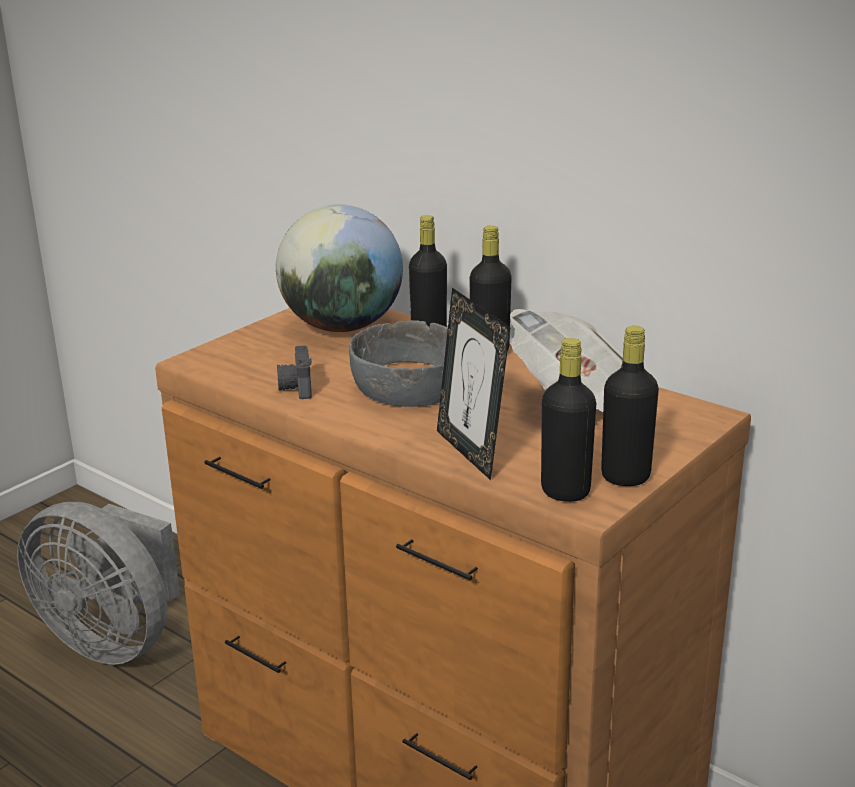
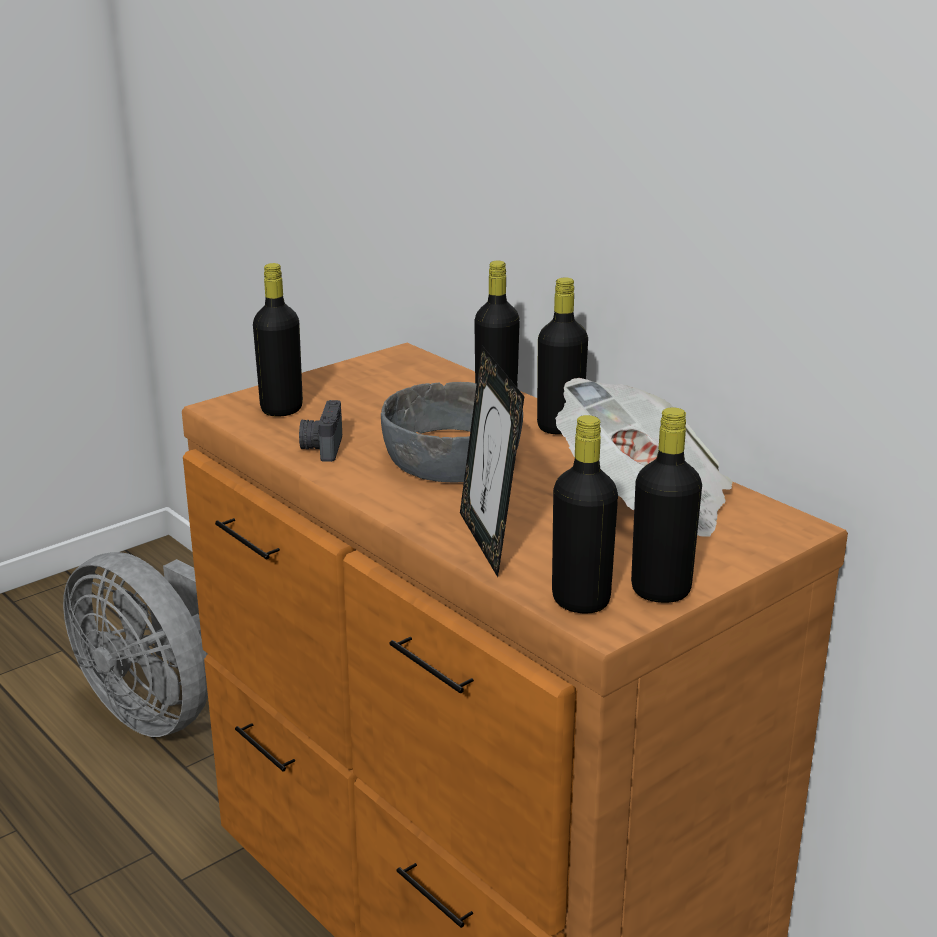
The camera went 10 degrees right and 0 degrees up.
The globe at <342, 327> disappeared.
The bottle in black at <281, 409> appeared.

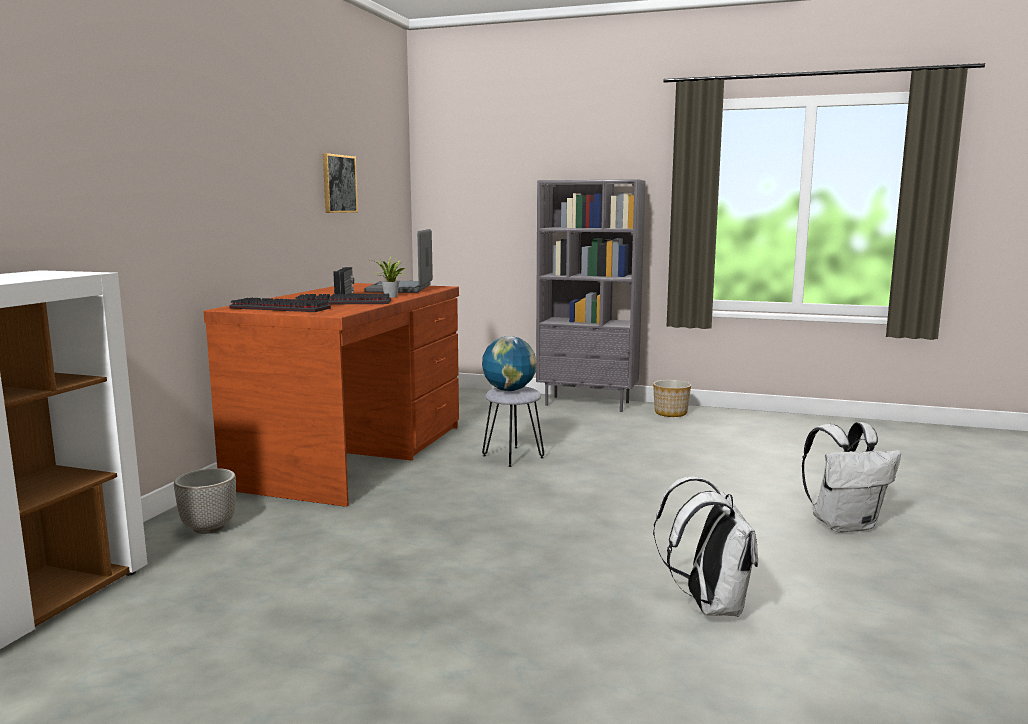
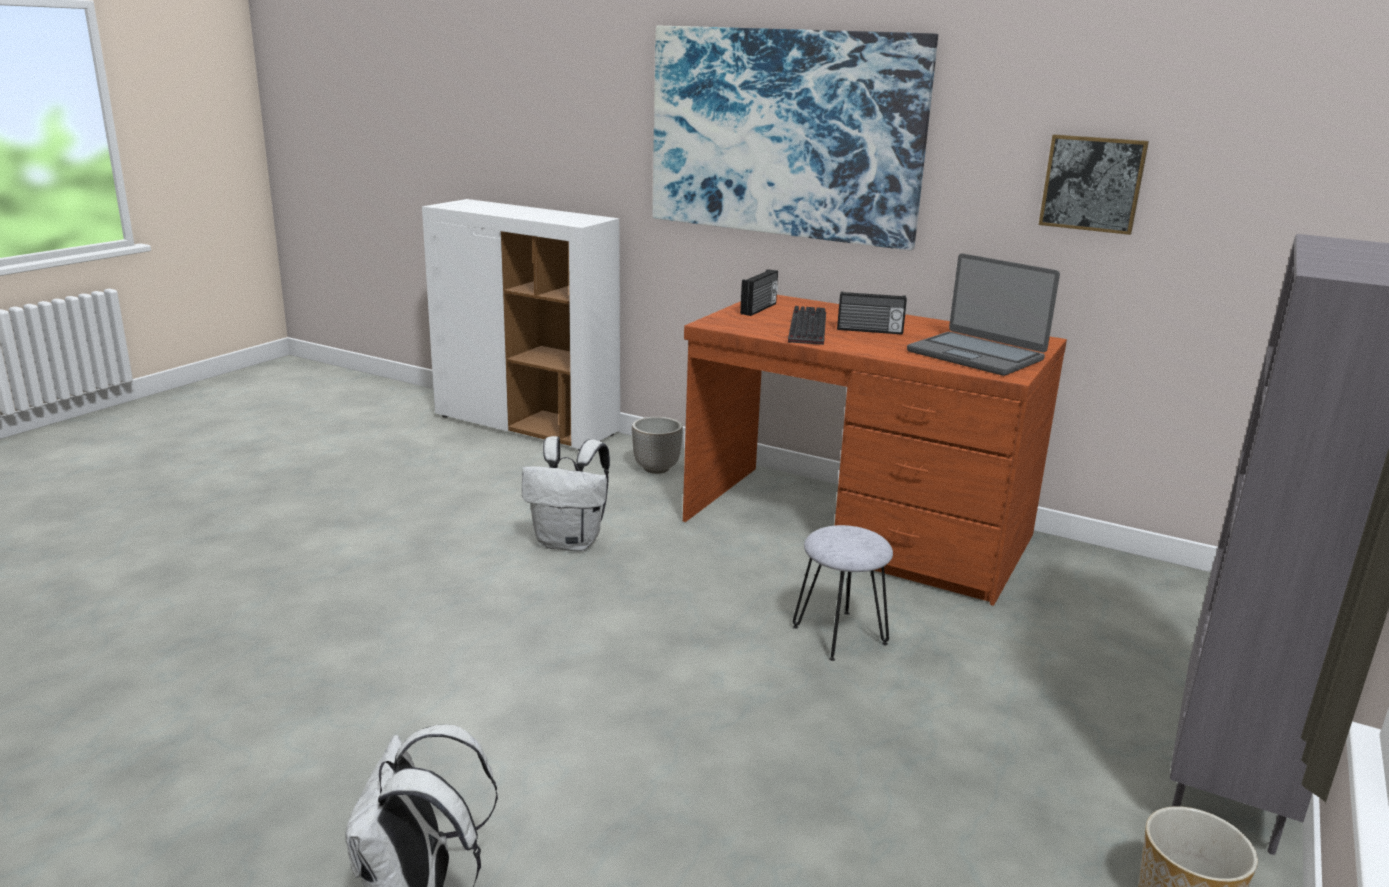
The camera went 100 degrees right and 10 degrees up.
The keyboard at <277, 309> was replaced by the radio at <759, 309>.
The laptop at <401, 289> turned 150 degrees counterclockwise.
The potted plant at <391, 296> disappeared.
The globe at <509, 390> disappeared.
The backpack in white moved from <708, 605> to <570, 542>.
The picture at <784, 134> appeared.

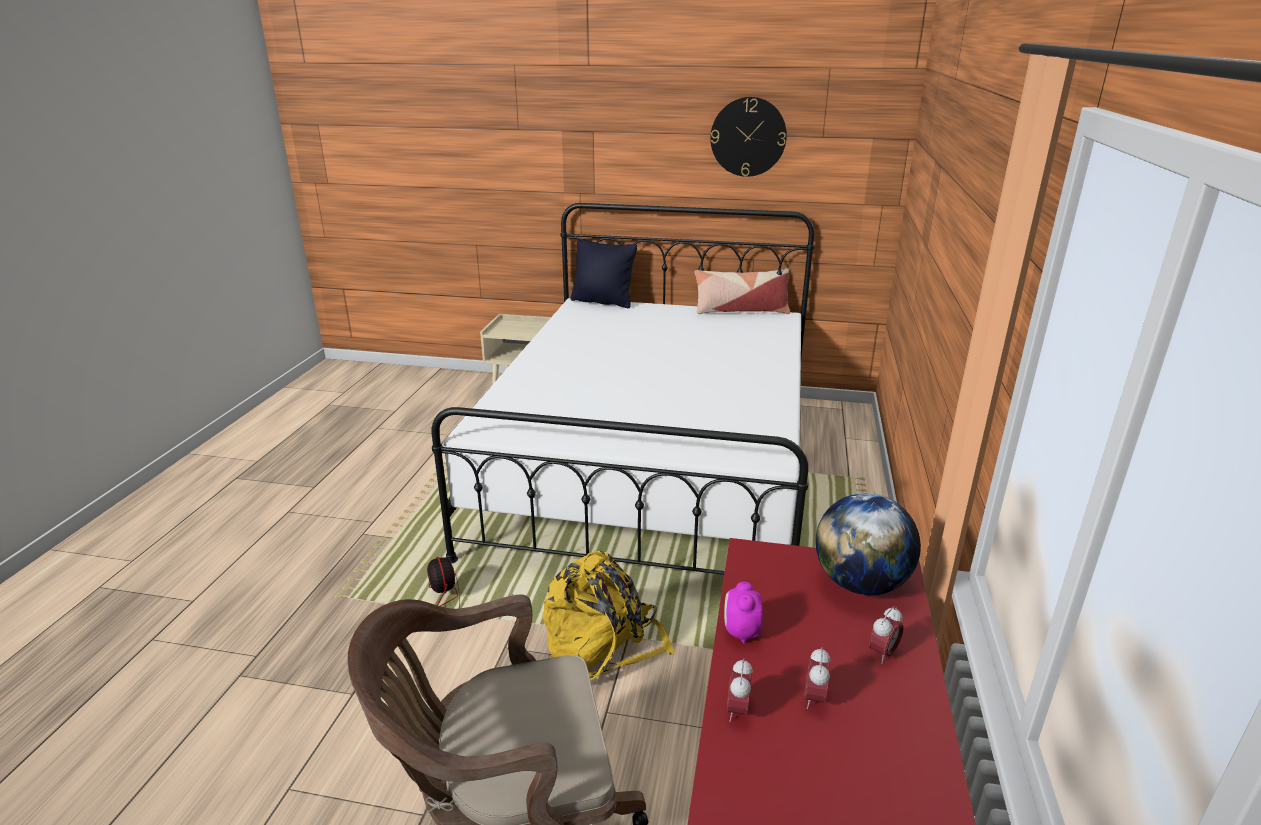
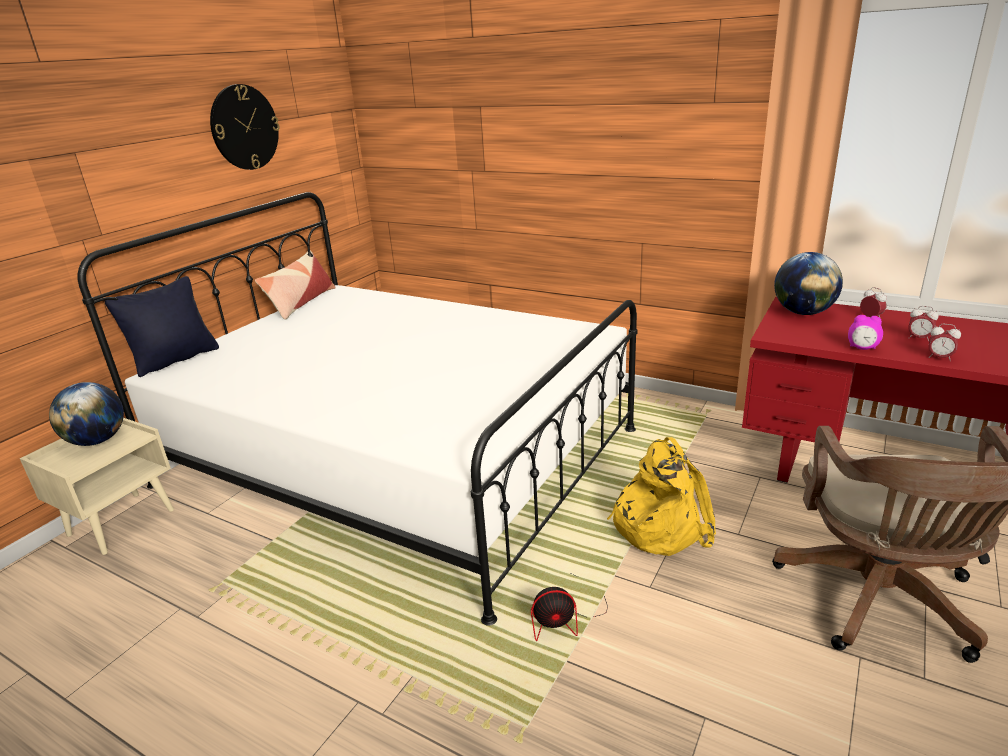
The camera went 70 degrees left and 0 degrees up.
The globe at <97, 441> appeared.

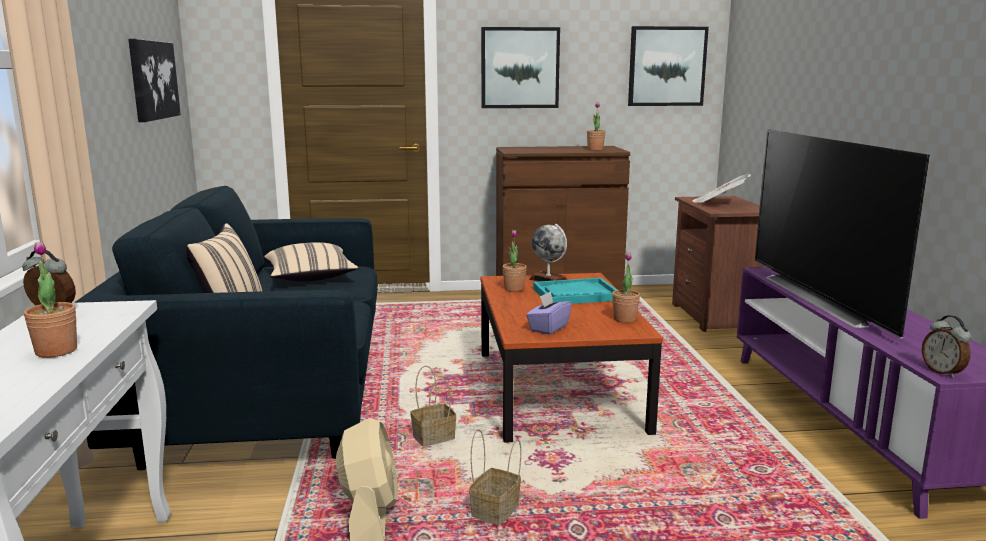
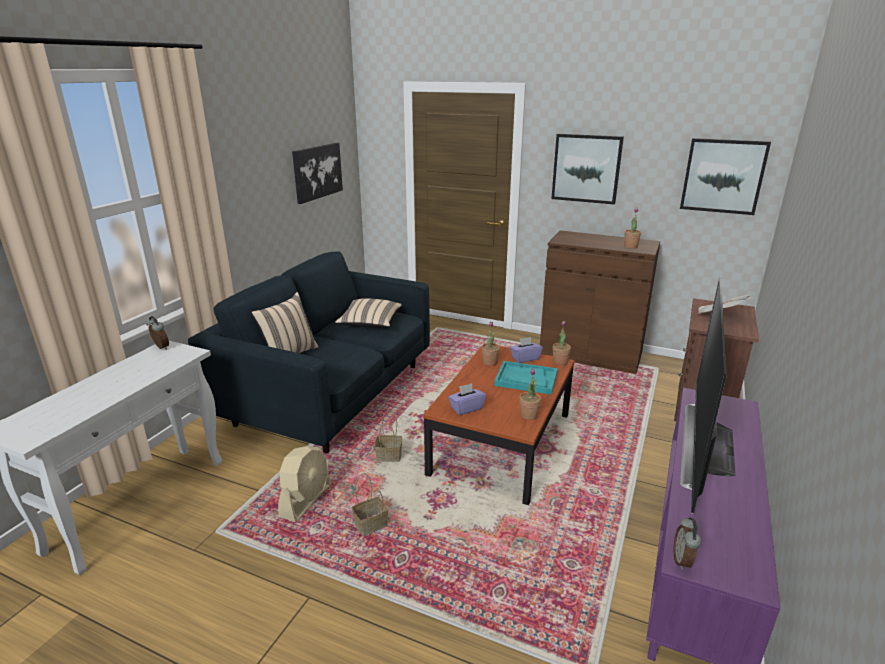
The camera went 30 degrees right and 10 degrees up.
The potted plant moved from <56, 351> to <560, 362>.
The globe at <548, 279> was replaced by the tissue box in purple at <525, 358>.

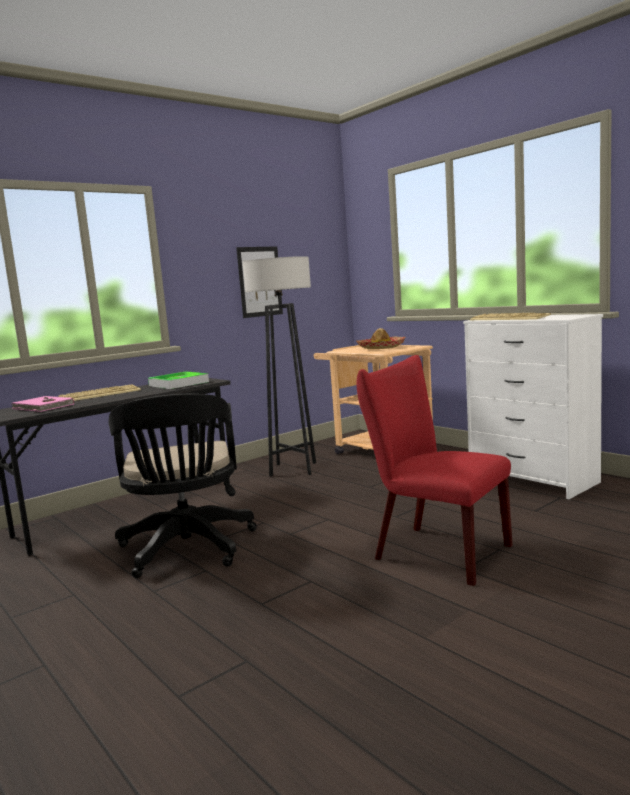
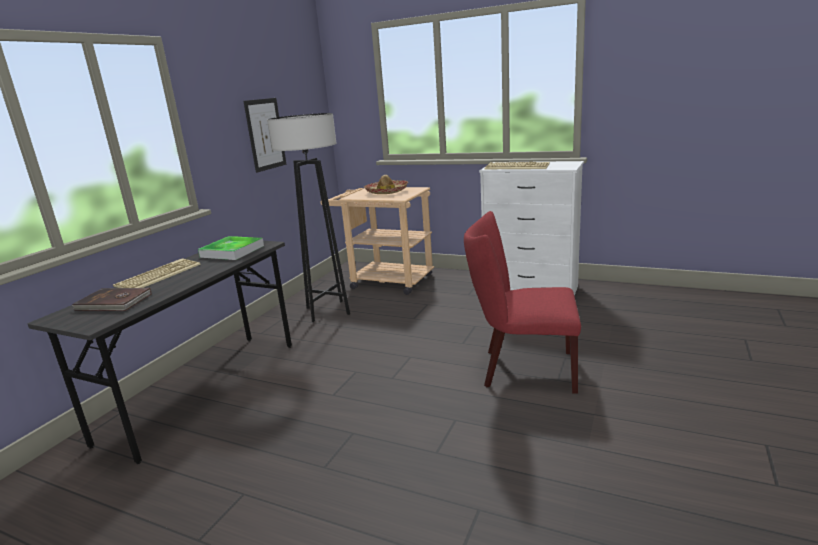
The camera went 25 degrees left and 10 degrees up.
The book in pink at <42, 407> became the book in brown at <113, 303>.
The office chair in black at <187, 550> disappeared.

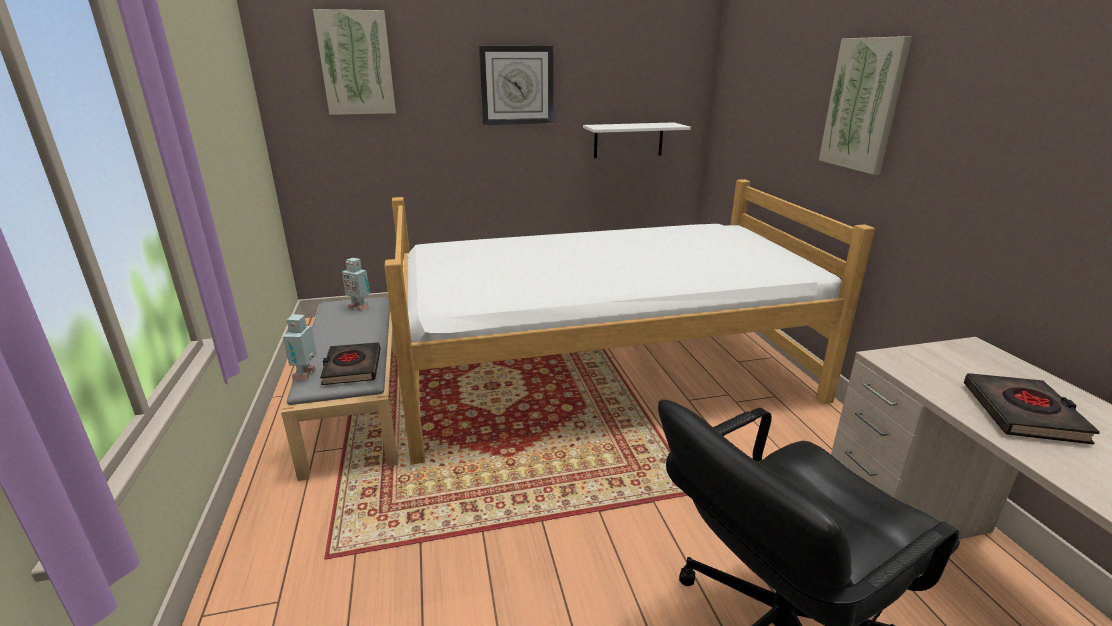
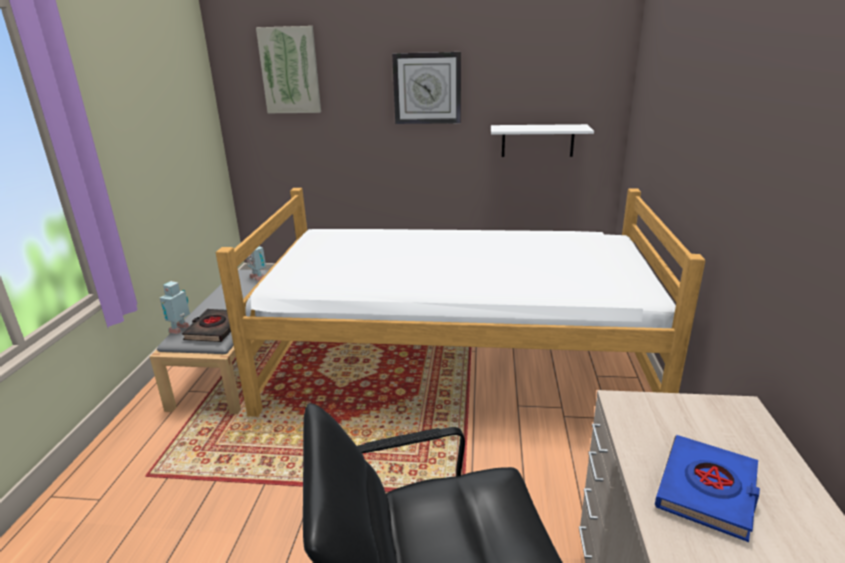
The camera went 20 degrees right and 0 degrees up.
The picture at <863, 105> disappeared.
The book in black at <1023, 413> became the book in blue at <707, 491>.

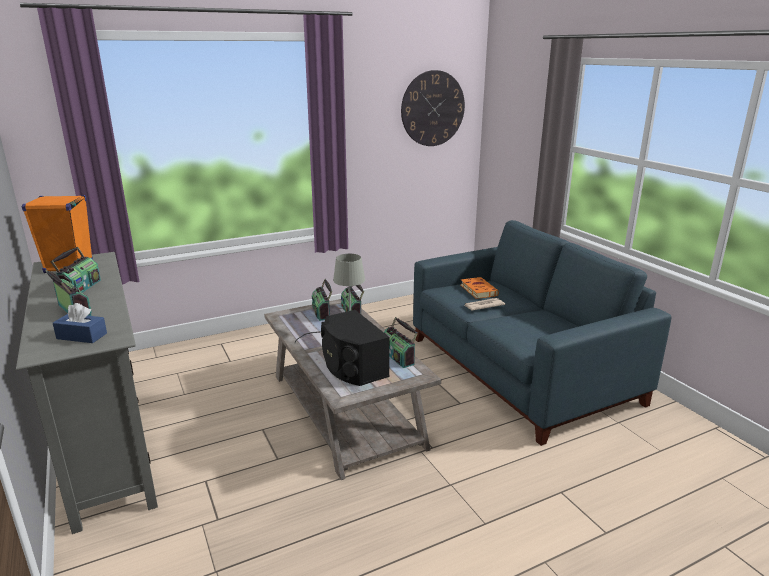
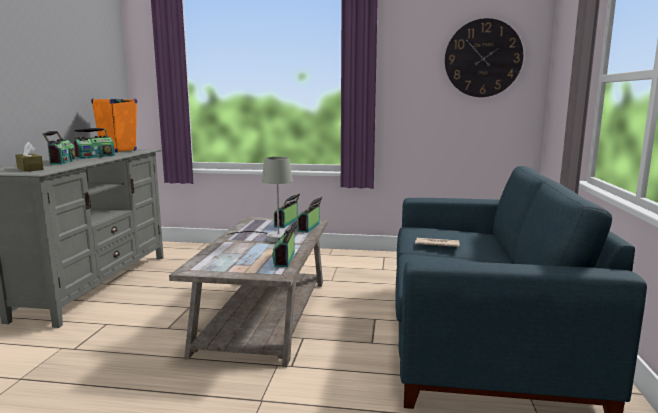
The camera went 35 degrees right and 10 degrees down.
The tissue box in blue at <82, 336> became the tissue box in brown at <30, 169>.
The speaker in black at <352, 366> disappeared.
The book in orange at <478, 290> disappeared.

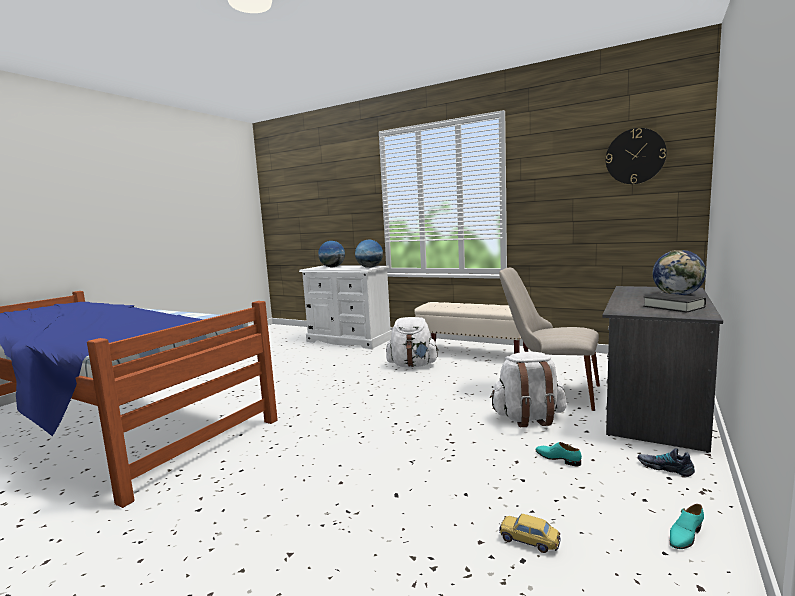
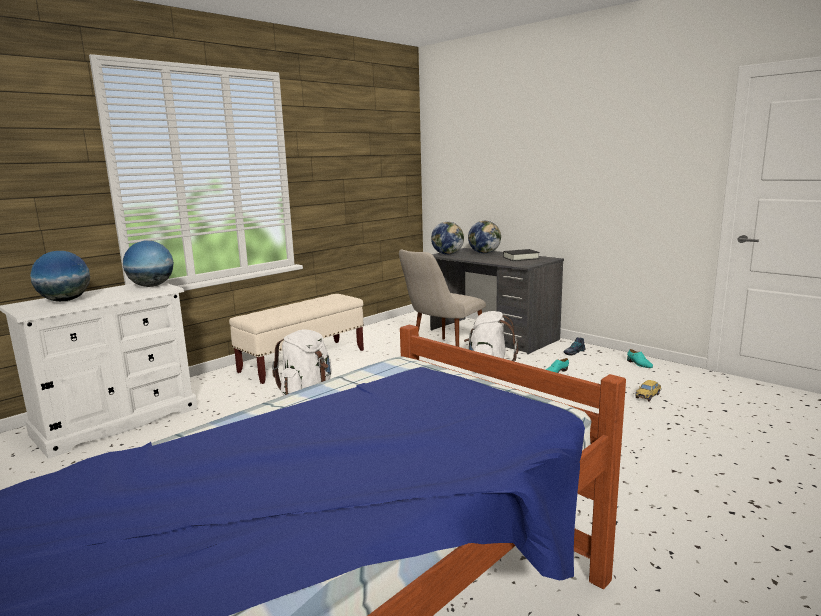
The camera went 75 degrees left and 5 degrees up.
The wall clock at <635, 156> disappeared.
The globe at <447, 254> appeared.

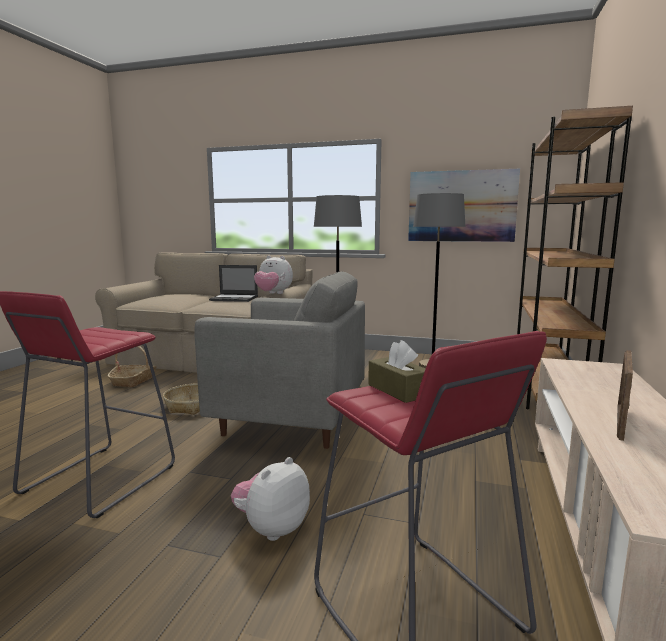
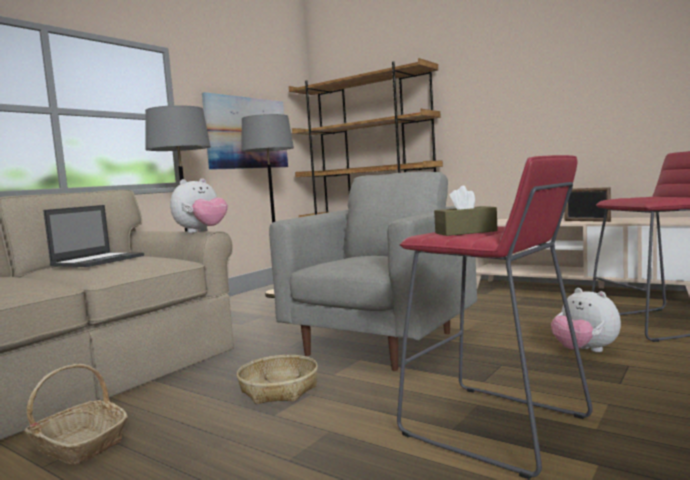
The camera went 70 degrees left and 5 degrees down.
The tissue box in brown moved from <398, 390> to <465, 232>.

